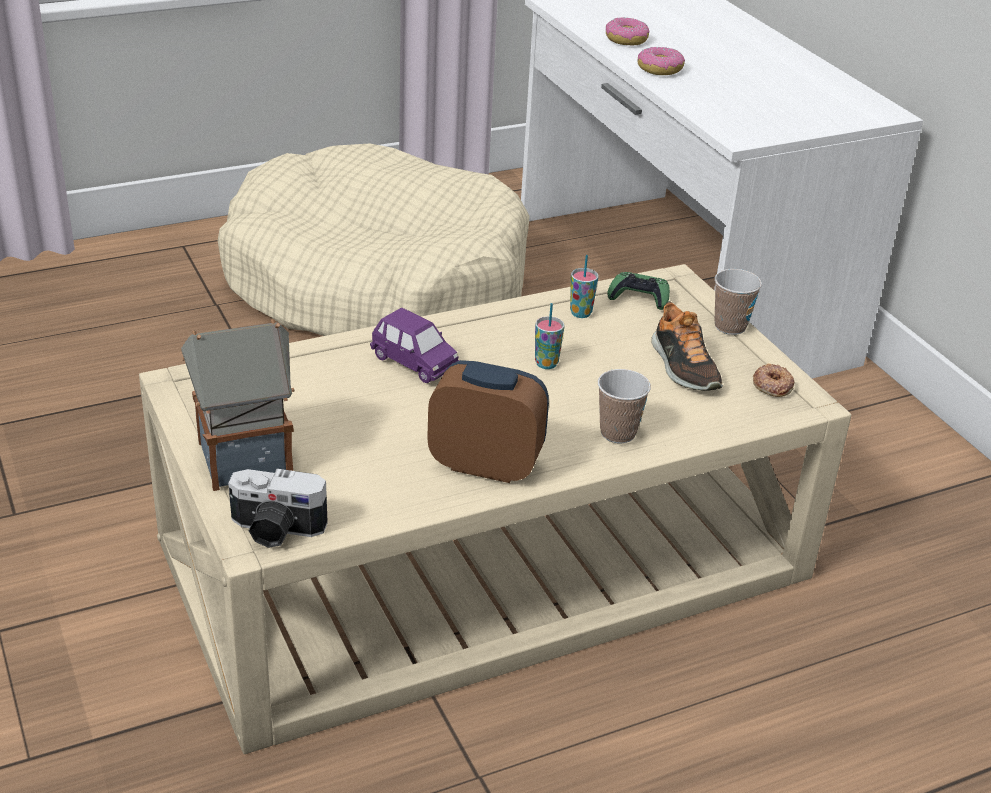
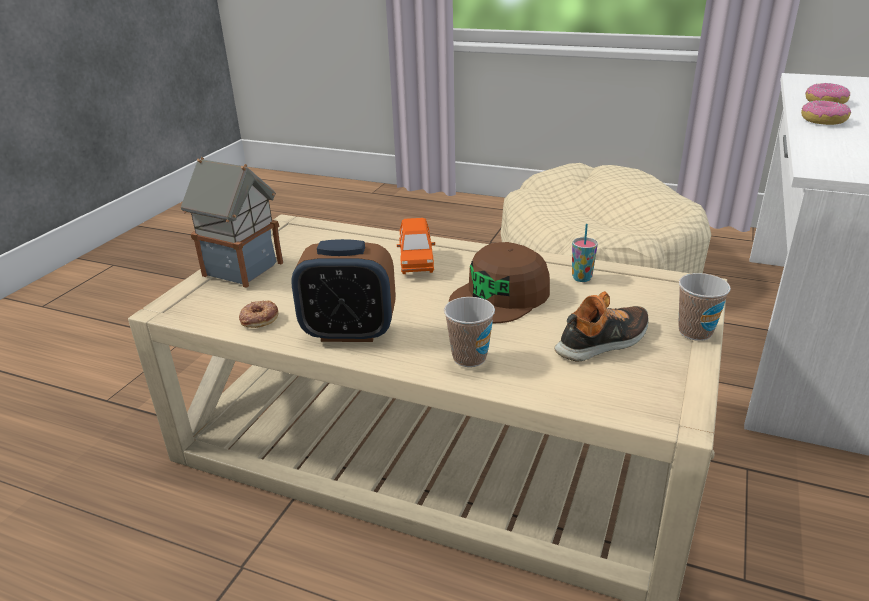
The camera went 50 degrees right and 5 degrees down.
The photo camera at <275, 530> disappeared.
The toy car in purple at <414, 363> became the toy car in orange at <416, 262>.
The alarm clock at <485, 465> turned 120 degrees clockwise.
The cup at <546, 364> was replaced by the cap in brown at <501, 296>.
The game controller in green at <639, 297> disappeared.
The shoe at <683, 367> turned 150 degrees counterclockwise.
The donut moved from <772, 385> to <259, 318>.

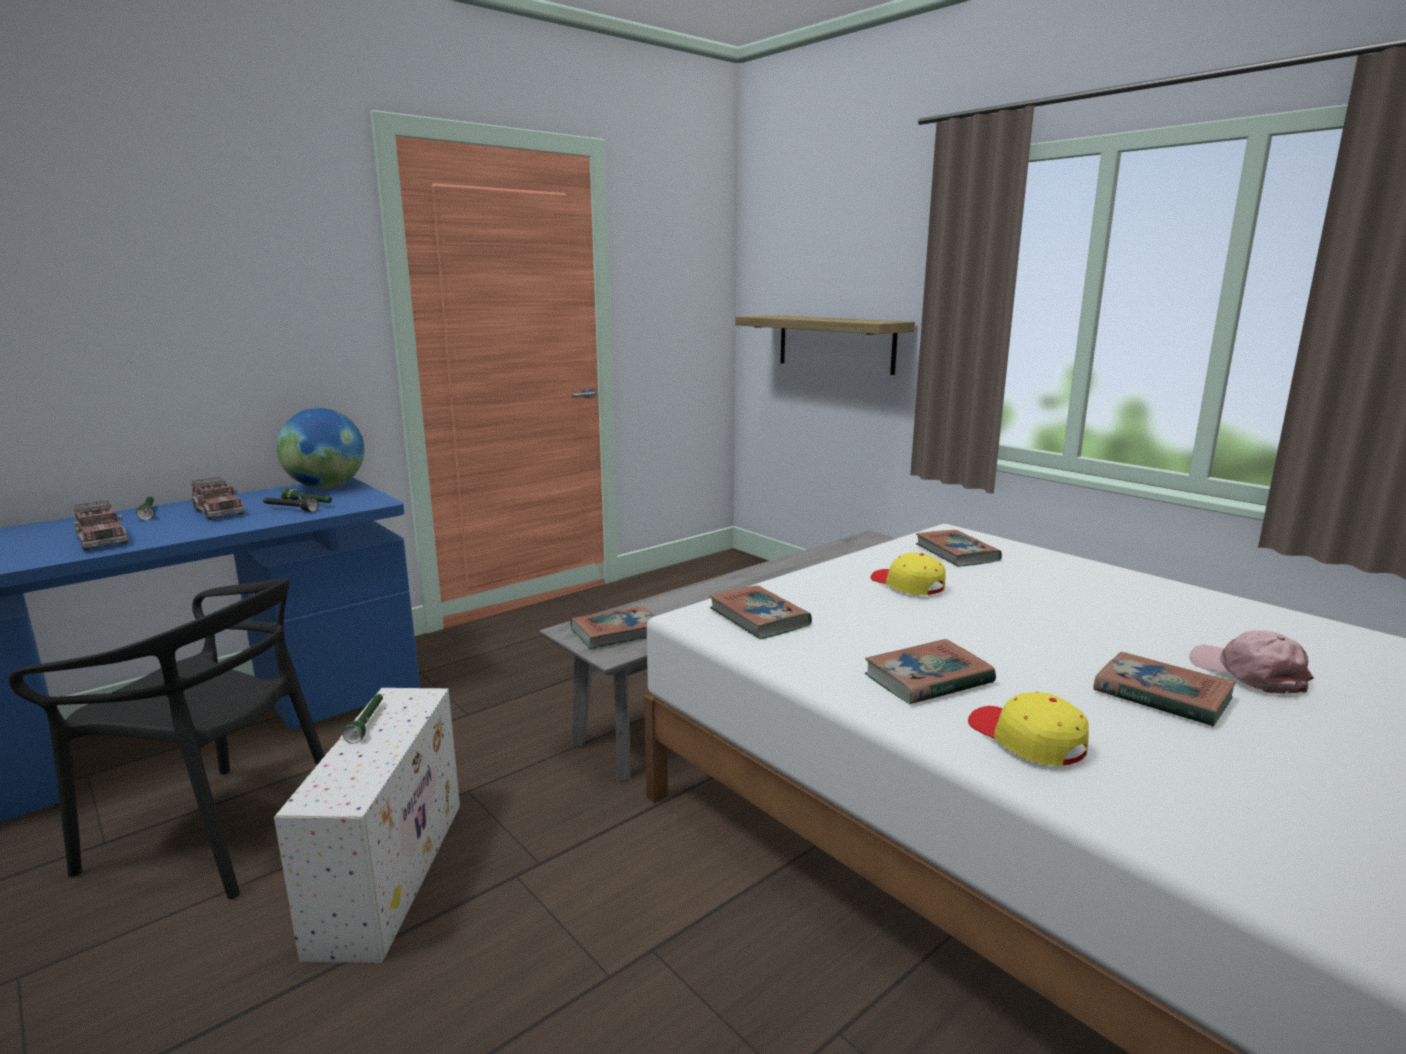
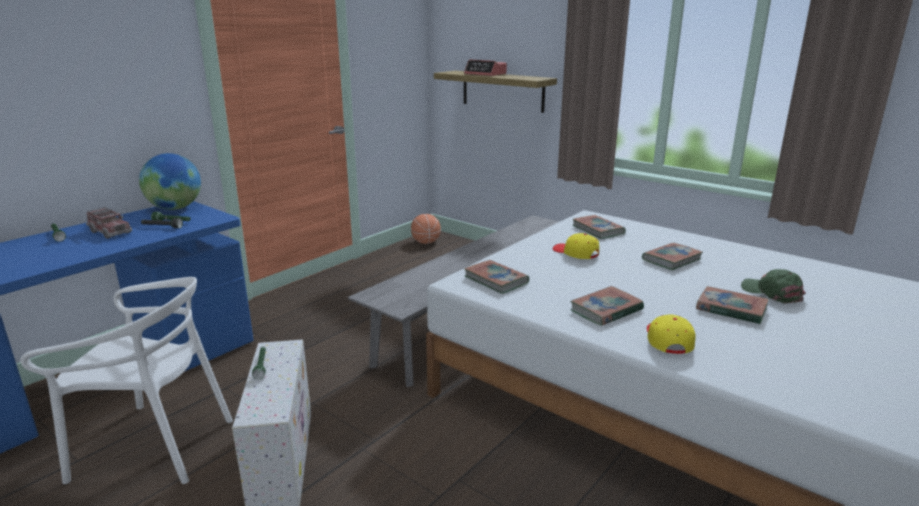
The camera went 10 degrees left and 5 degrees up.
The chair in black at <218, 833> became the chair in white at <154, 446>.
The toy truck at <102, 540> disappeared.
The book moved from <617, 632> to <671, 259>.
The cap in yellow at <1026, 739> turned 45 degrees clockwise.
The cap in pink at <1248, 673> became the cap in green at <772, 293>.
The basketball at <426, 242> appeared.
The alarm clock at <485, 74> appeared.

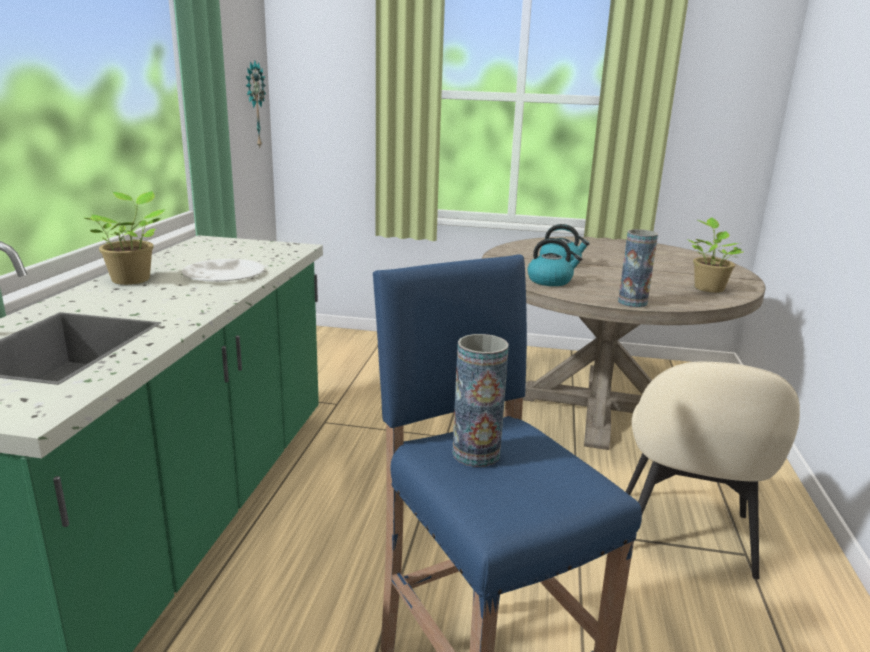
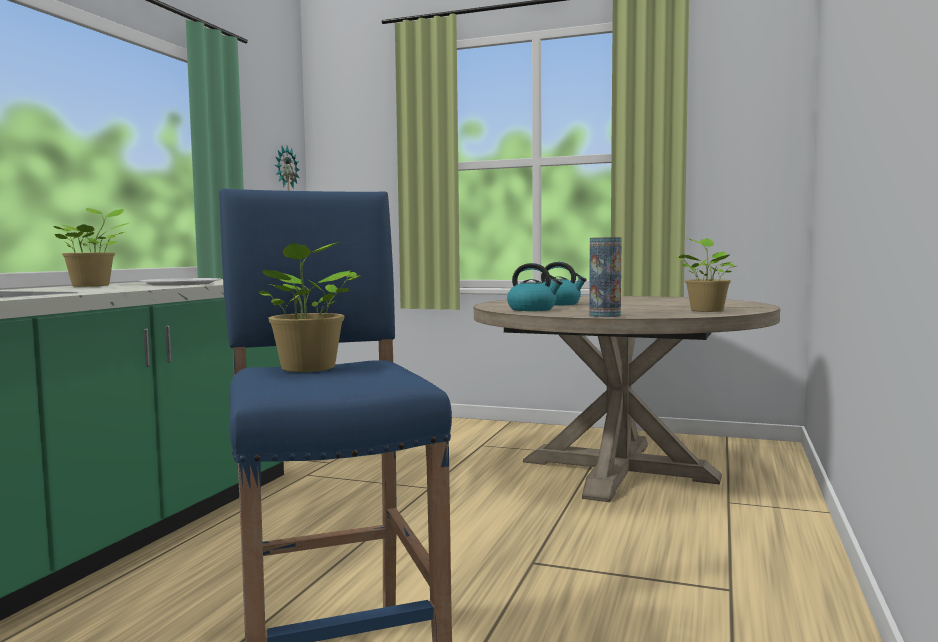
The camera went 10 degrees right and 15 degrees down.
The vase at <476, 453> was replaced by the potted plant at <308, 369>.
The chair in beige at <686, 535> disappeared.

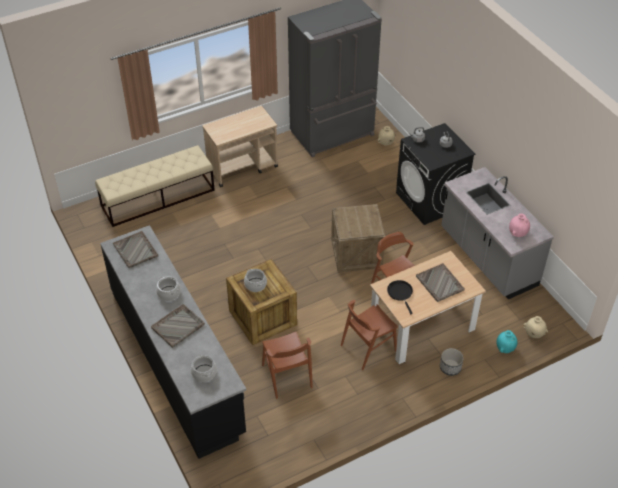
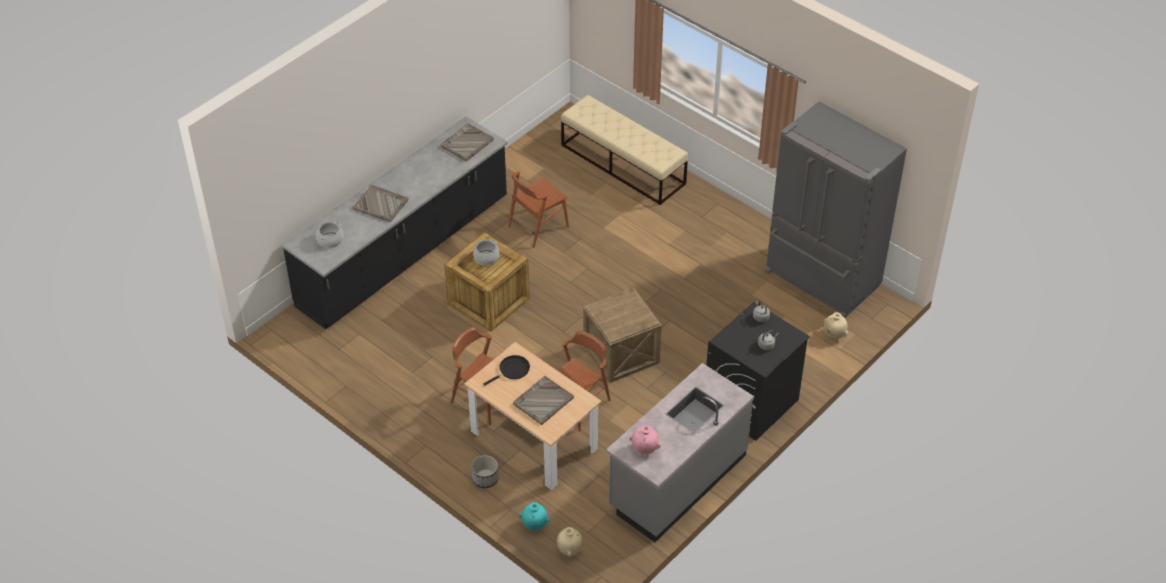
The camera went 70 degrees right and 0 degrees up.
The cooking pot at <169, 293> disappeared.
The cart in beige at <243, 167> disappeared.
The chair in brown moved from <287, 376> to <538, 226>.

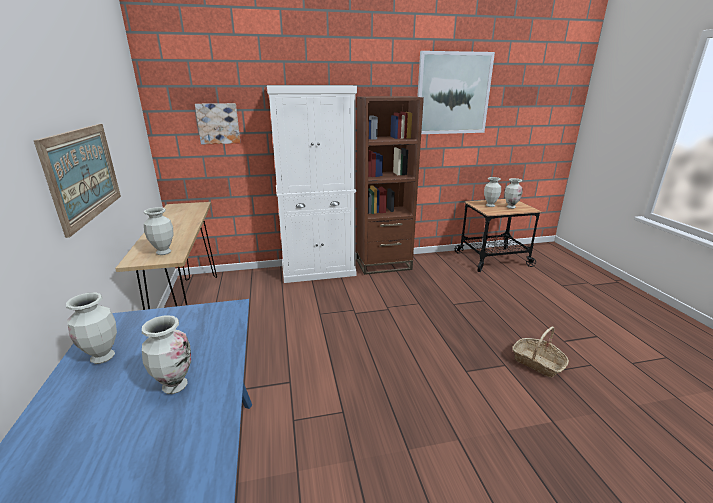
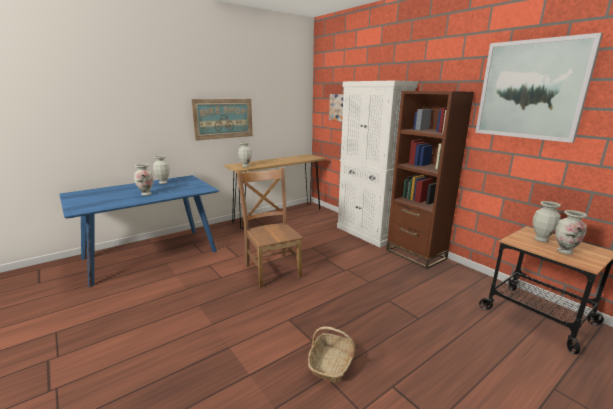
The camera went 65 degrees right and 5 degrees down.
The chair in brown at <272, 269> appeared.

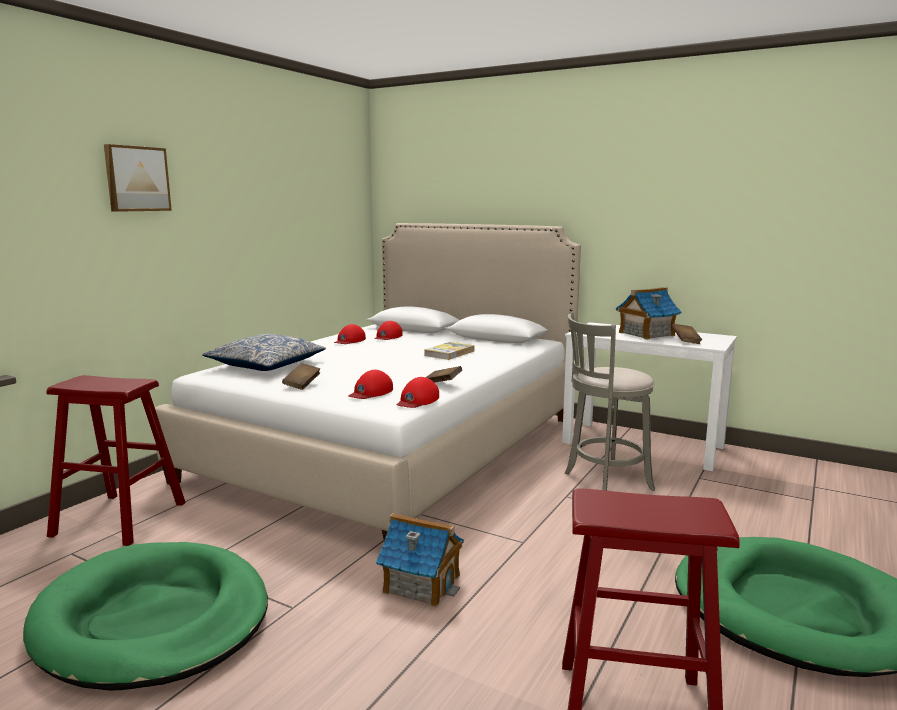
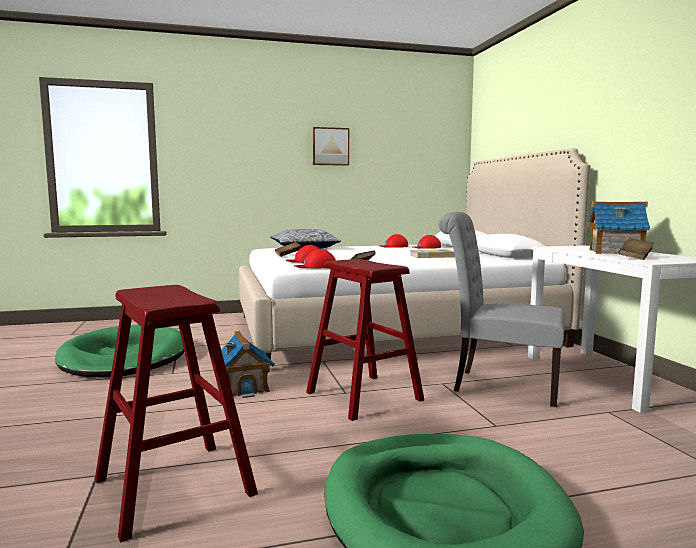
The camera went 45 degrees right and 5 degrees down.
The stool in red moved from <120, 519> to <364, 396>.
The picture moved from <136, 179> to <330, 146>.
The stool in grey at <604, 482> was replaced by the chair in grey at <498, 386>.

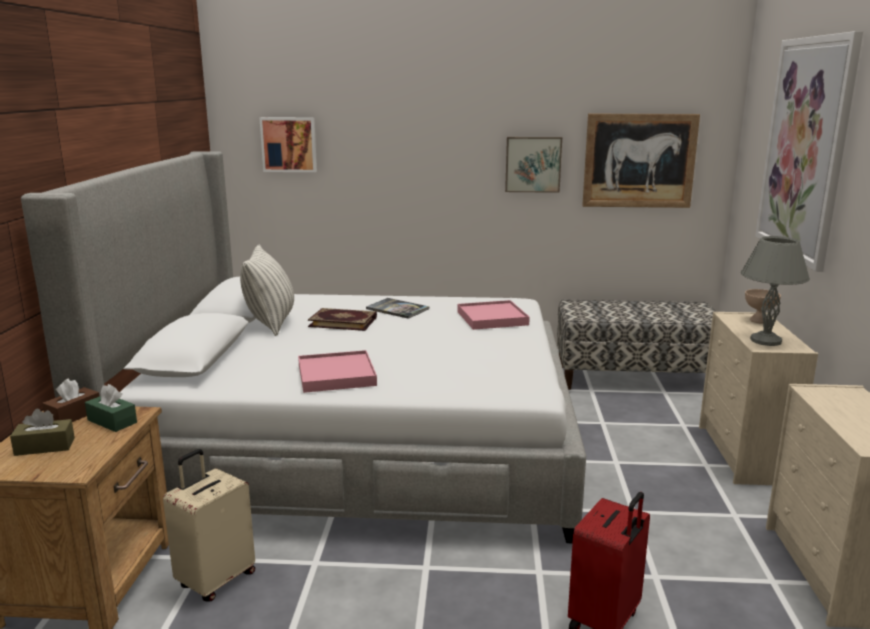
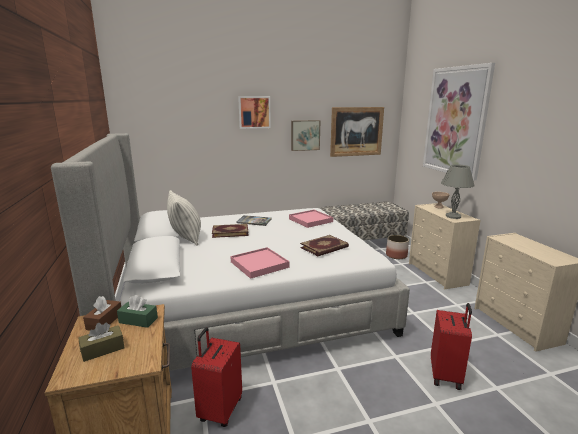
The camera went 20 degrees left and 0 degrees up.
The suitcase in beige at <215, 580> became the suitcase in red at <219, 410>.
The picture moved from <289, 144> to <254, 112>.
The book at <324, 247> appeared.
The planter at <396, 255> appeared.

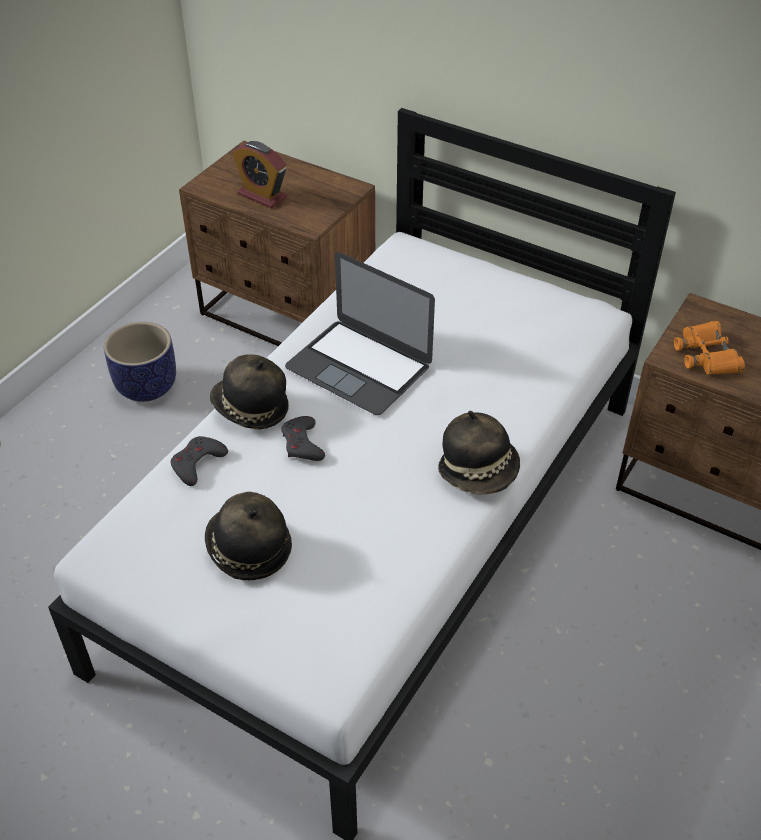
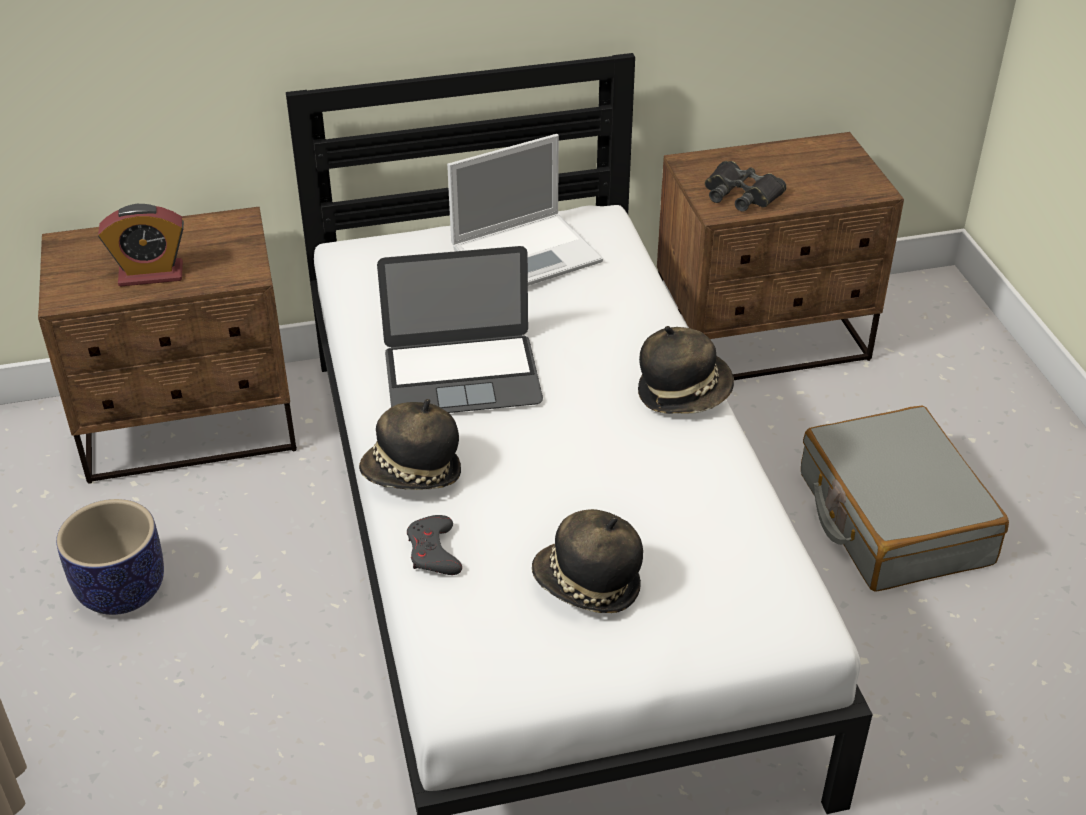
The camera went 45 degrees left and 5 degrees down.
The game controller in grey at <302, 444> disappeared.
The binoculars in orange at <706, 355> became the binoculars in black at <741, 194>.
The laptop at <528, 253> appeared.
The suitcase in grey at <892, 518> appeared.

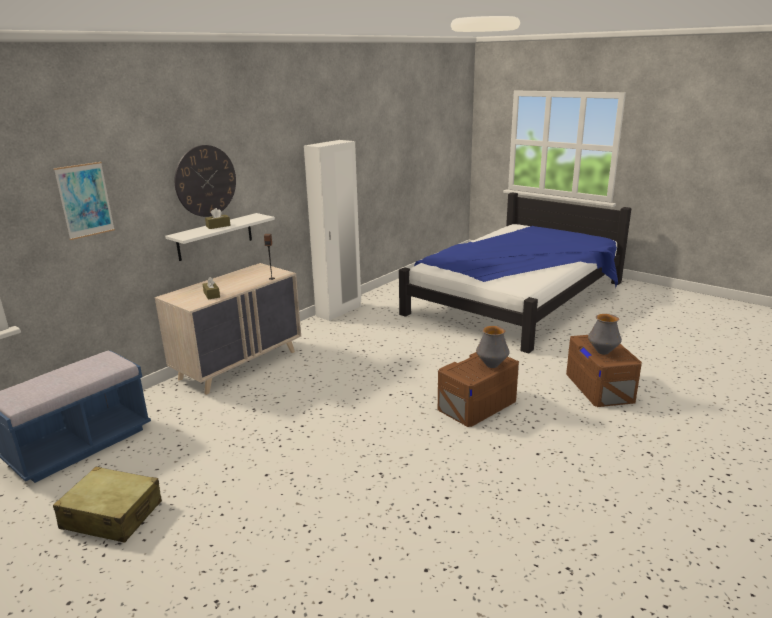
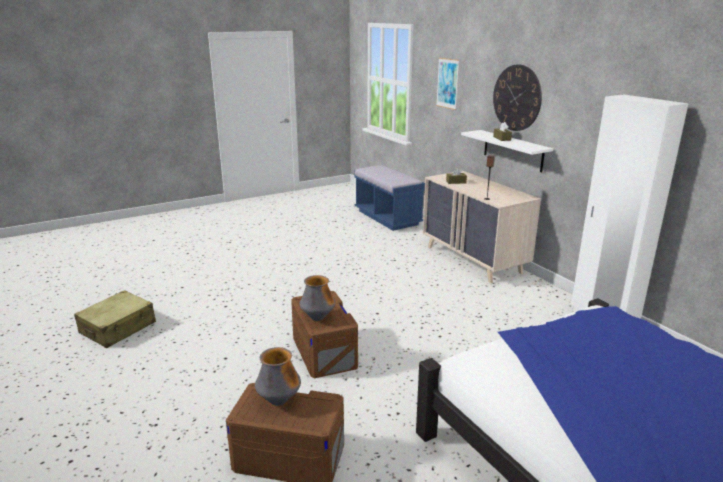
The camera went 110 degrees right and 0 degrees up.
The suitcase in beige moved from <112, 515> to <118, 328>.

